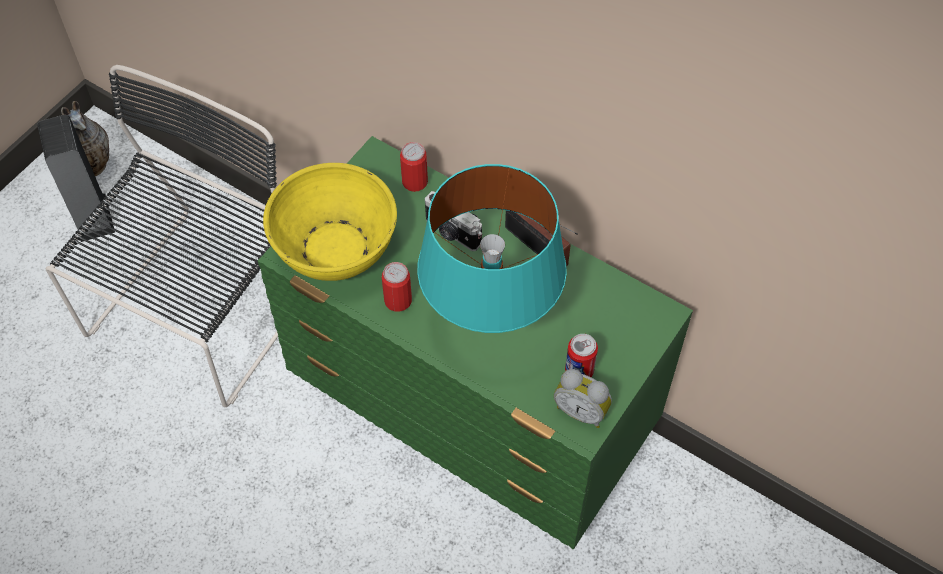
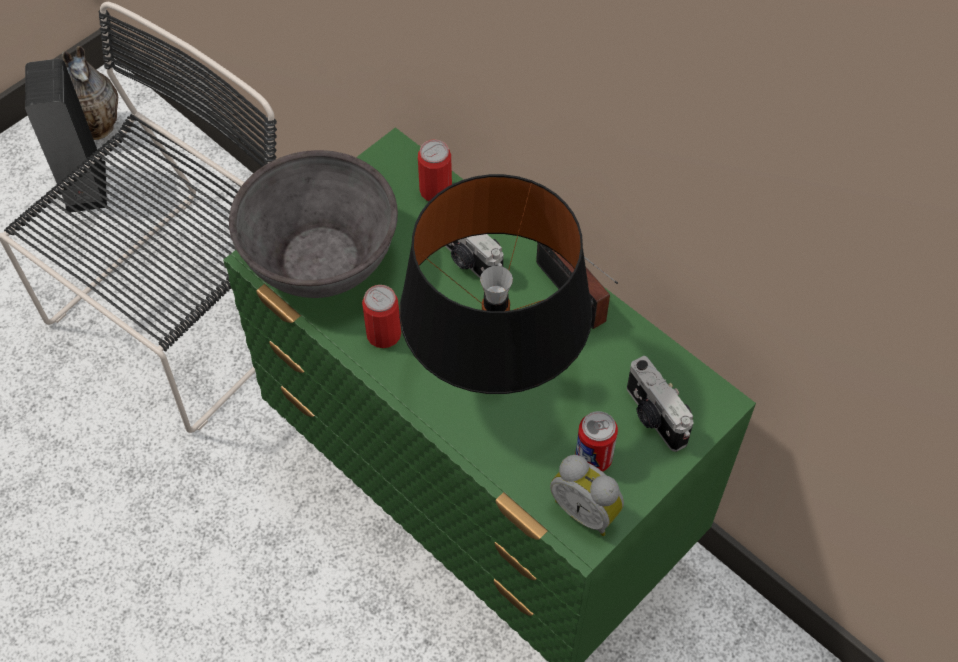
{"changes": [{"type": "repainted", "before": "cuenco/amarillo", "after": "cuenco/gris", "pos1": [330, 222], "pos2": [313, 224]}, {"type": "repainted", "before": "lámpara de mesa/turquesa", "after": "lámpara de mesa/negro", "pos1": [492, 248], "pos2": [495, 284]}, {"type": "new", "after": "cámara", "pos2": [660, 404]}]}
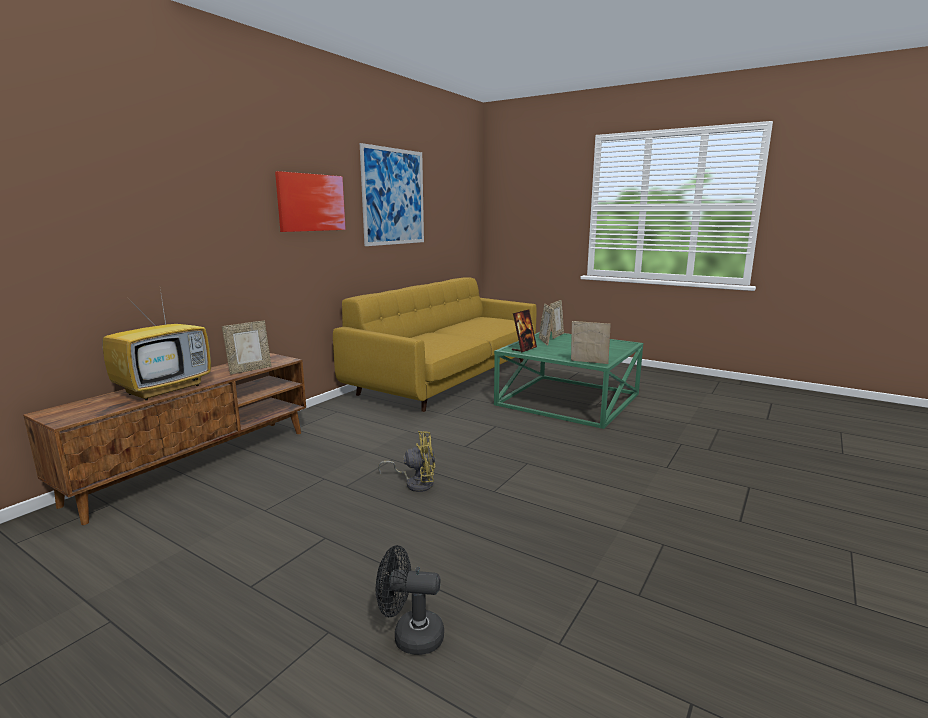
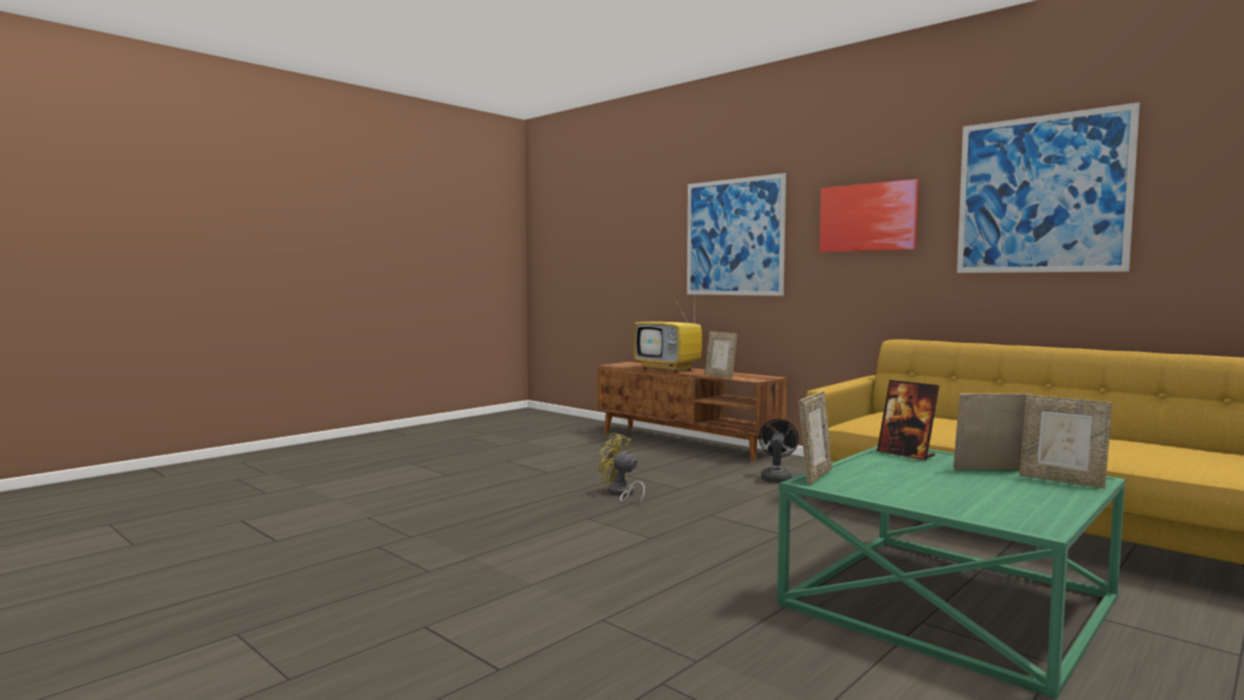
{"changes": [{"type": "shifted", "before": "ventilador/negro", "pos1": [410, 600], "pos2": [779, 451]}, {"type": "rotated", "before": "ventilador/amarillo", "pos1": [406, 461], "pos2": [622, 469], "turn": 120}, {"type": "new", "after": "cuadro", "pos2": [736, 234]}]}
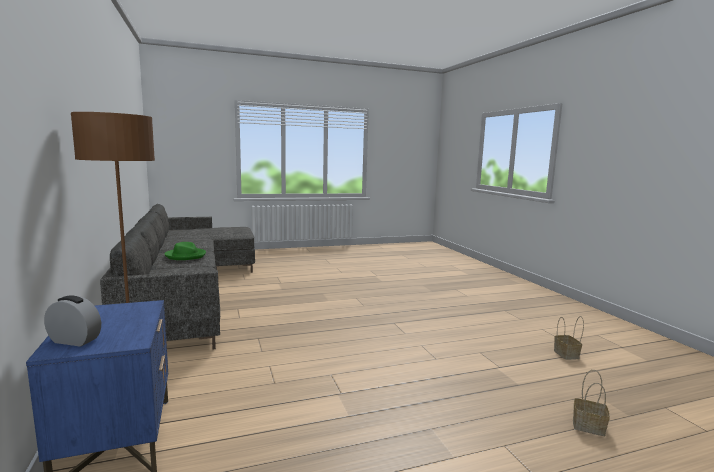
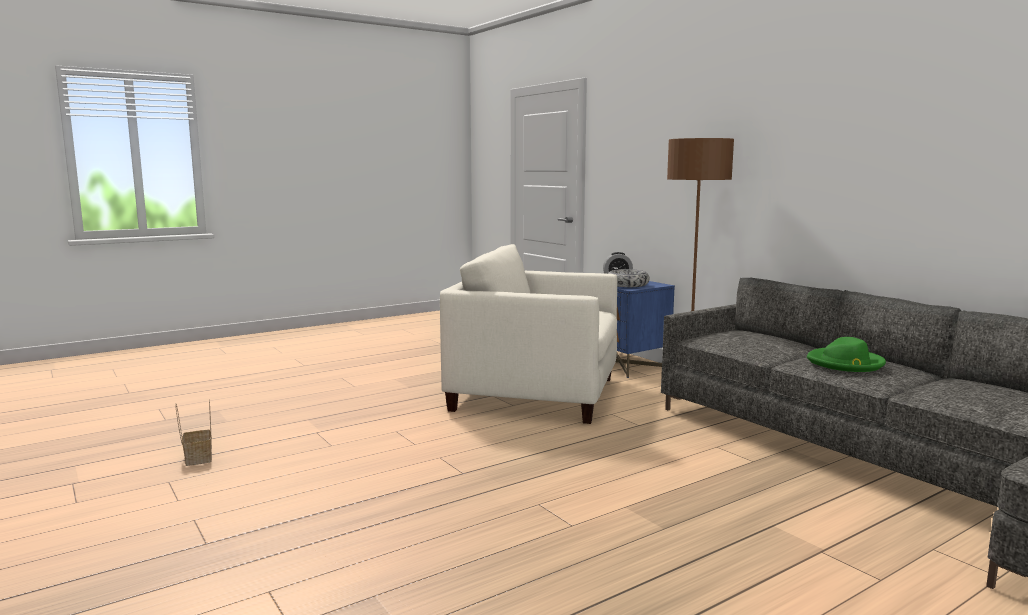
{"changes": [{"type": "gone", "before": "cesta", "pos1": [591, 403]}, {"type": "new", "after": "sillón/beis", "pos2": [528, 334]}, {"type": "new", "after": "cuenco", "pos2": [629, 278]}]}
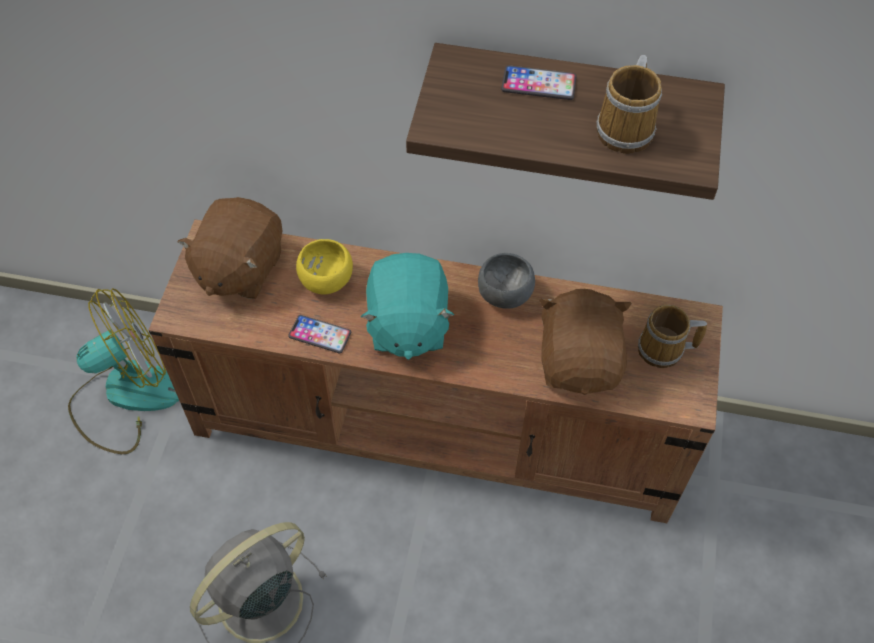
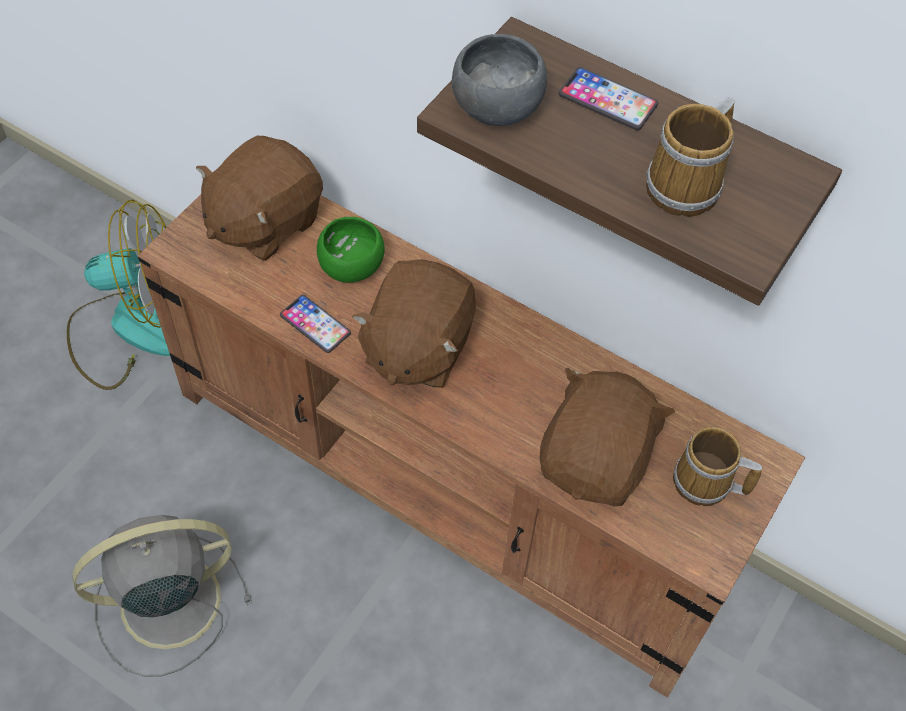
{"changes": [{"type": "repainted", "before": "cuenco/amarillo", "after": "cuenco/verde", "pos1": [324, 266], "pos2": [351, 250]}, {"type": "repainted", "before": "peluche/turquesa", "after": "peluche/marrón", "pos1": [407, 306], "pos2": [414, 323]}, {"type": "shifted", "before": "cuenco/gris", "pos1": [506, 281], "pos2": [499, 80]}]}
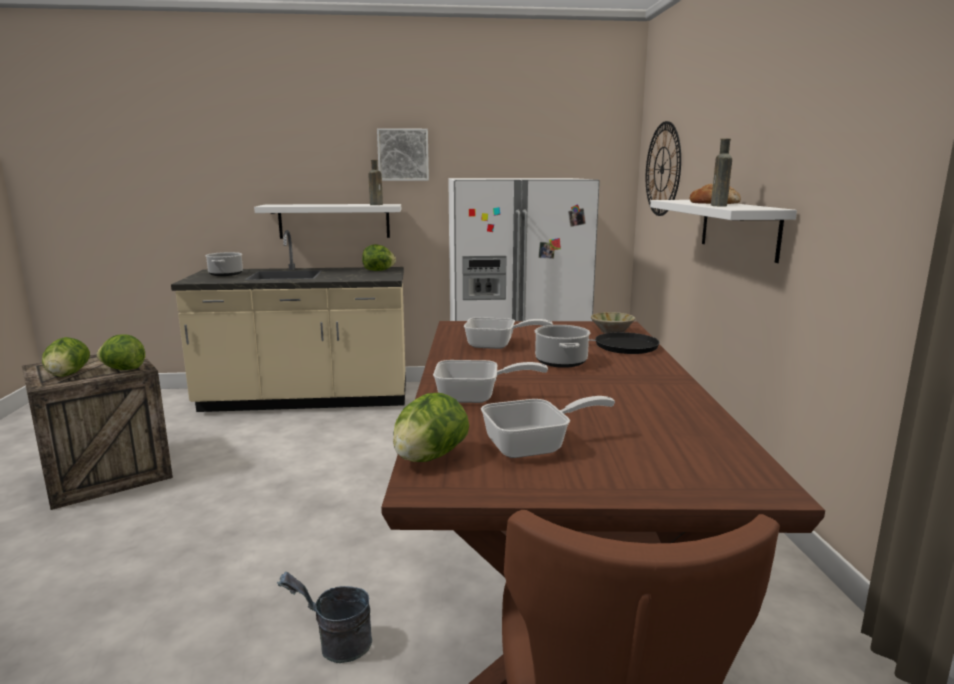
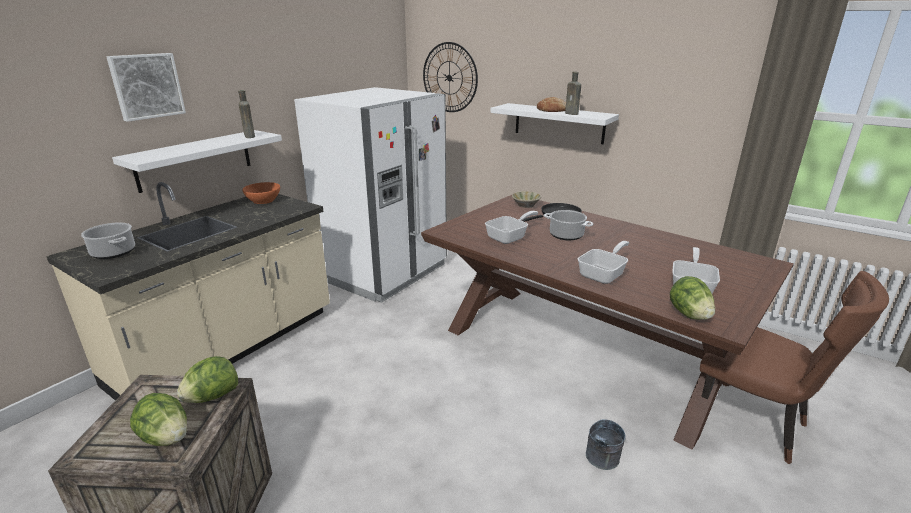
{"changes": [{"type": "swapped", "before": "lechuga", "after": "cuenco/naranja", "pos1": [379, 257], "pos2": [261, 193]}, {"type": "shifted", "before": "cuadro", "pos1": [403, 154], "pos2": [146, 87]}]}
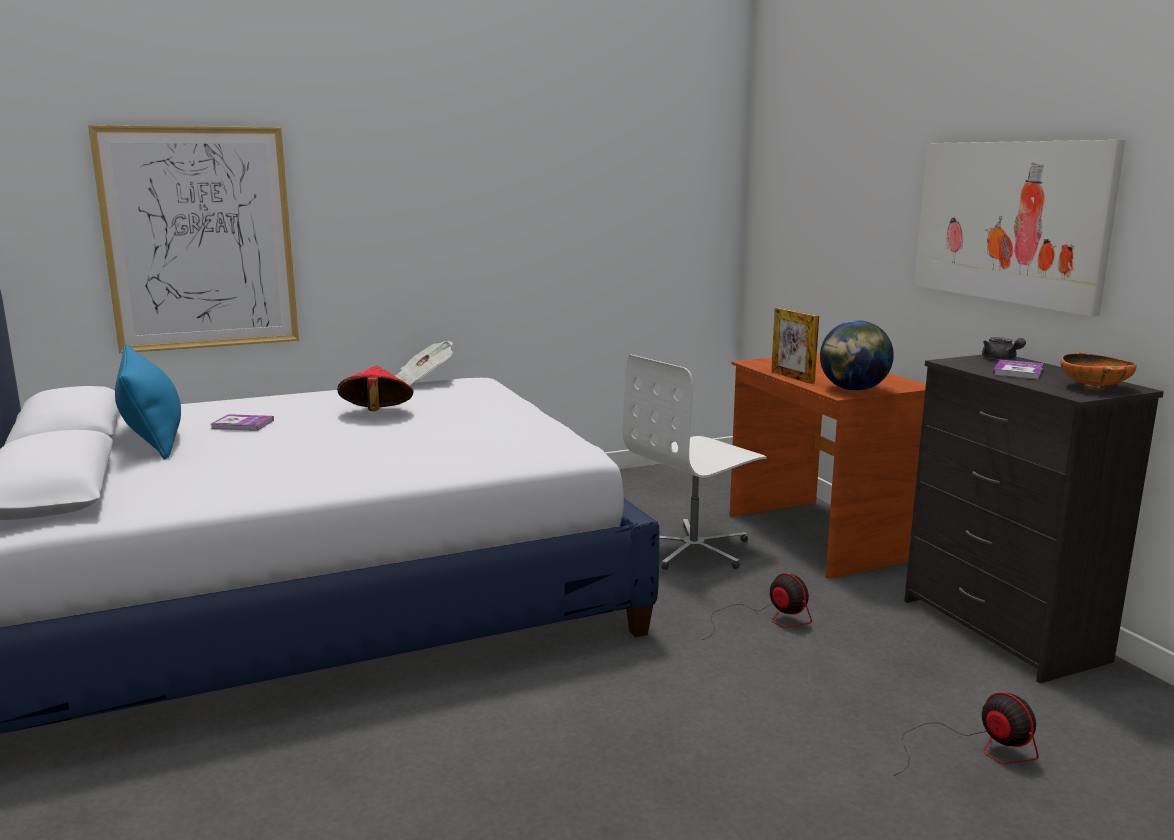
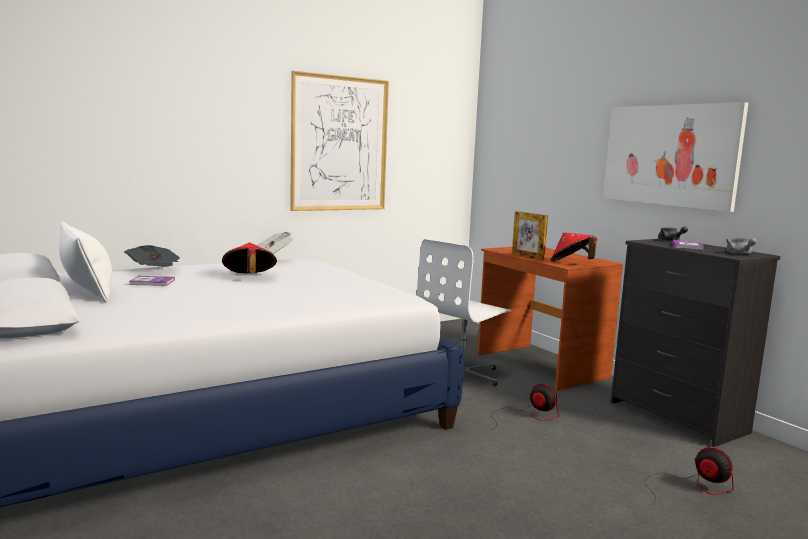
{"changes": [{"type": "shifted", "before": "cuadro", "pos1": [193, 239], "pos2": [339, 141]}, {"type": "repainted", "before": "cojín/azul", "after": "cojín/blanco", "pos1": [148, 402], "pos2": [85, 262]}, {"type": "swapped", "before": "globo terráqueo", "after": "sombrero/rojo", "pos1": [857, 355], "pos2": [574, 247]}, {"type": "swapped", "before": "cuenco/naranja", "after": "tetera/gris", "pos1": [1098, 371], "pos2": [741, 246]}, {"type": "new", "after": "periódico", "pos2": [152, 256]}]}
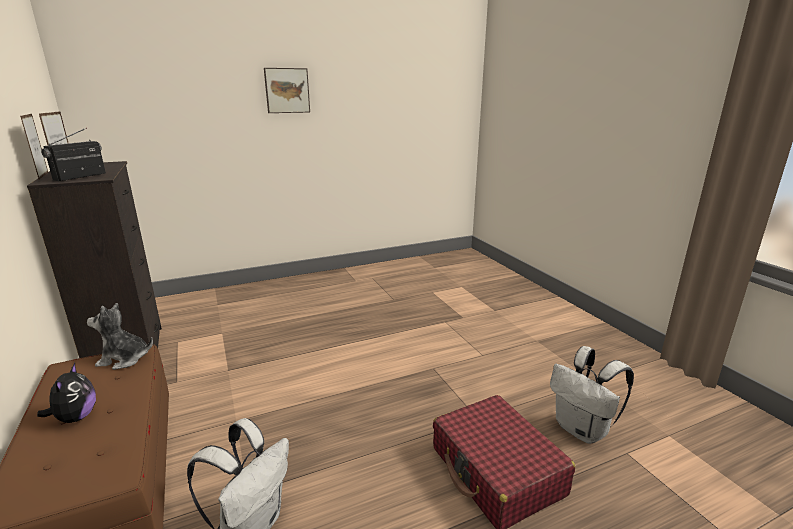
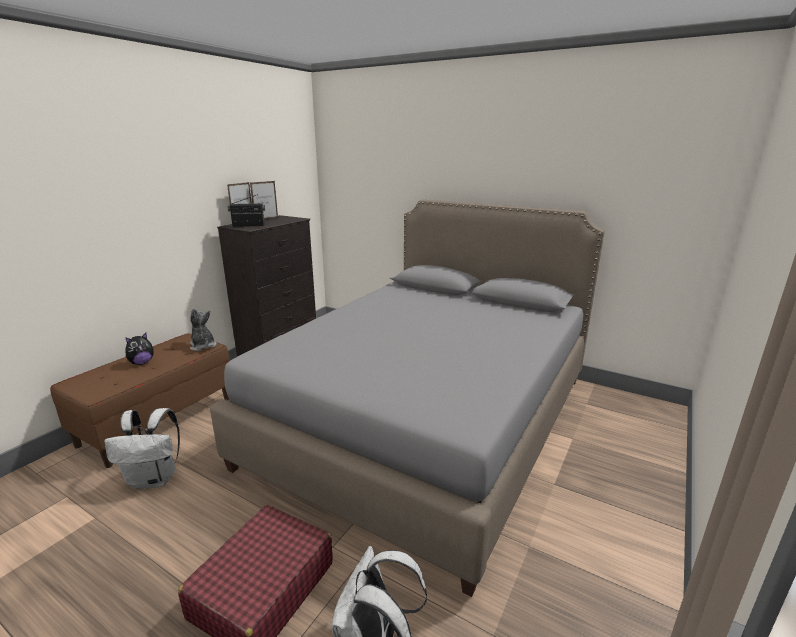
{"changes": [{"type": "gone", "before": "cuadro", "pos1": [287, 90]}, {"type": "new", "after": "cama/gris", "pos2": [407, 398]}]}
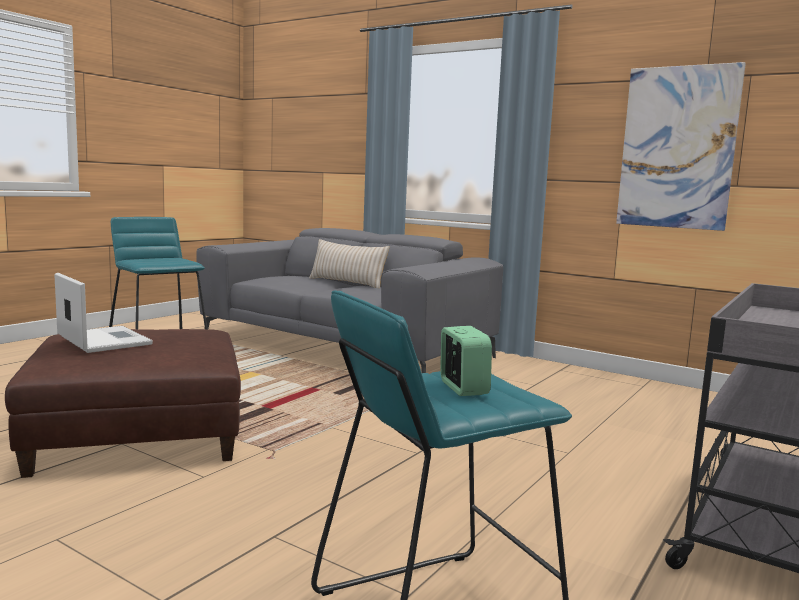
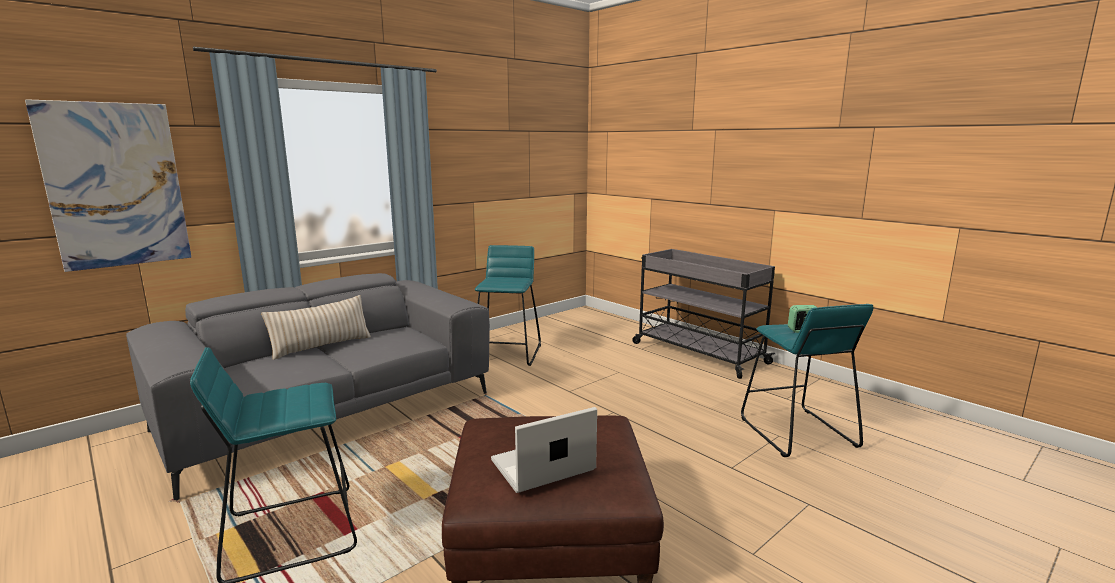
{"changes": [{"type": "shifted", "before": "cuadro", "pos1": [681, 146], "pos2": [108, 185]}, {"type": "new", "after": "taburete/turquesa", "pos2": [508, 305]}]}
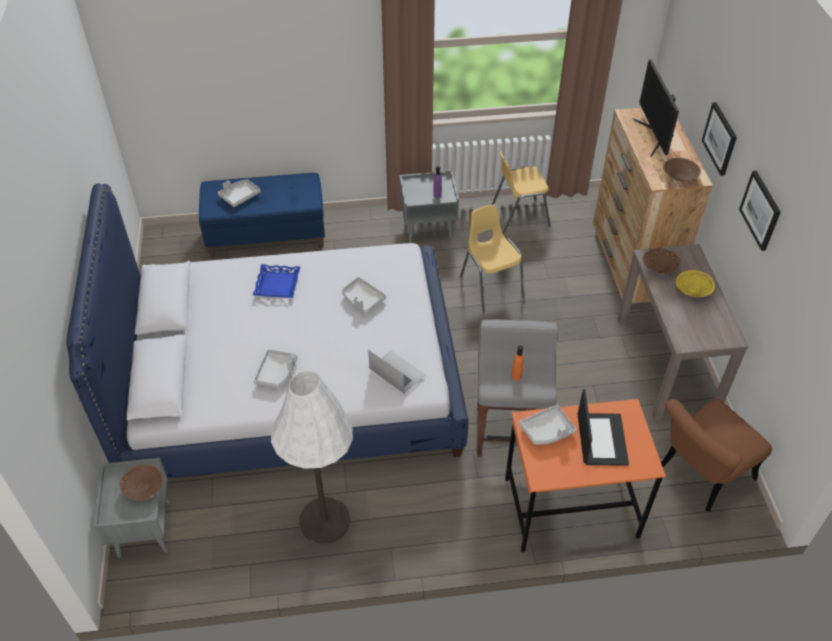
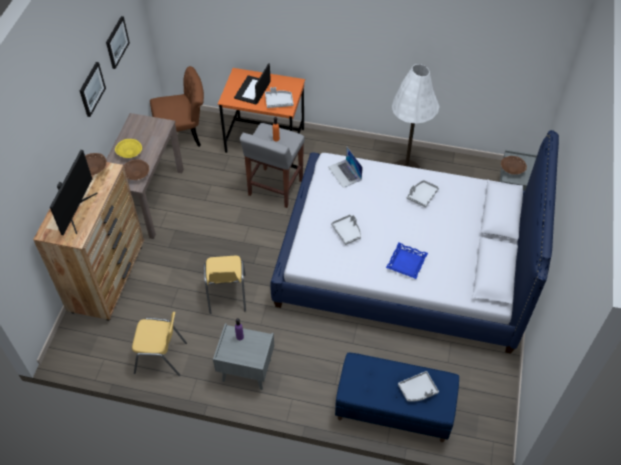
{"changes": [{"type": "shifted", "before": "cuadro", "pos1": [719, 139], "pos2": [118, 42]}]}
